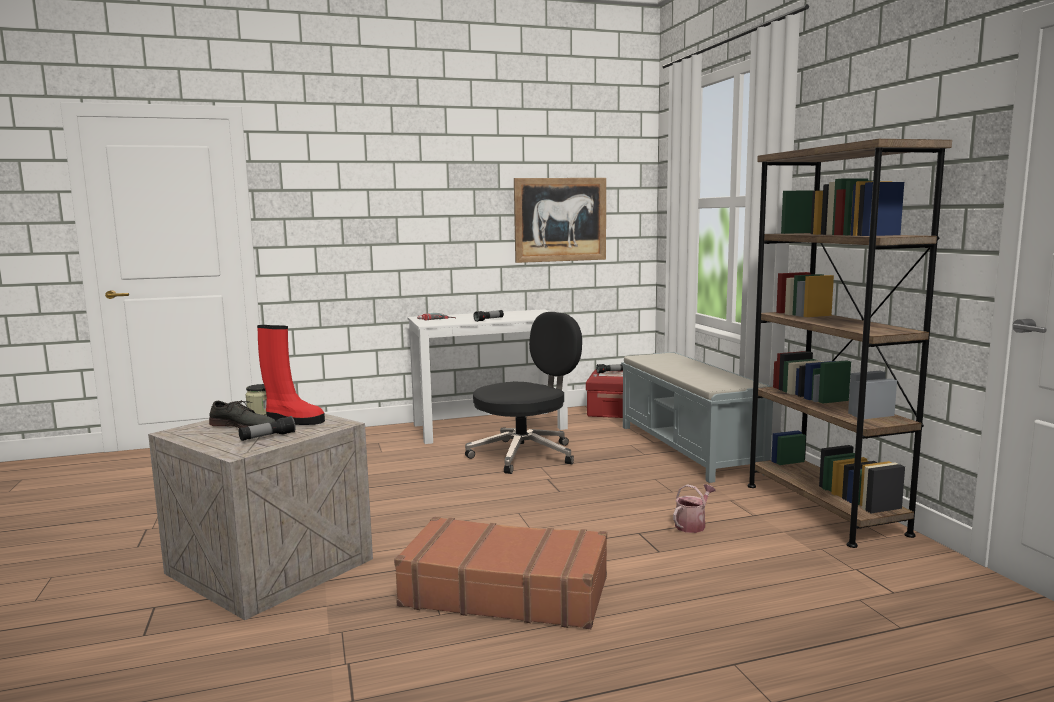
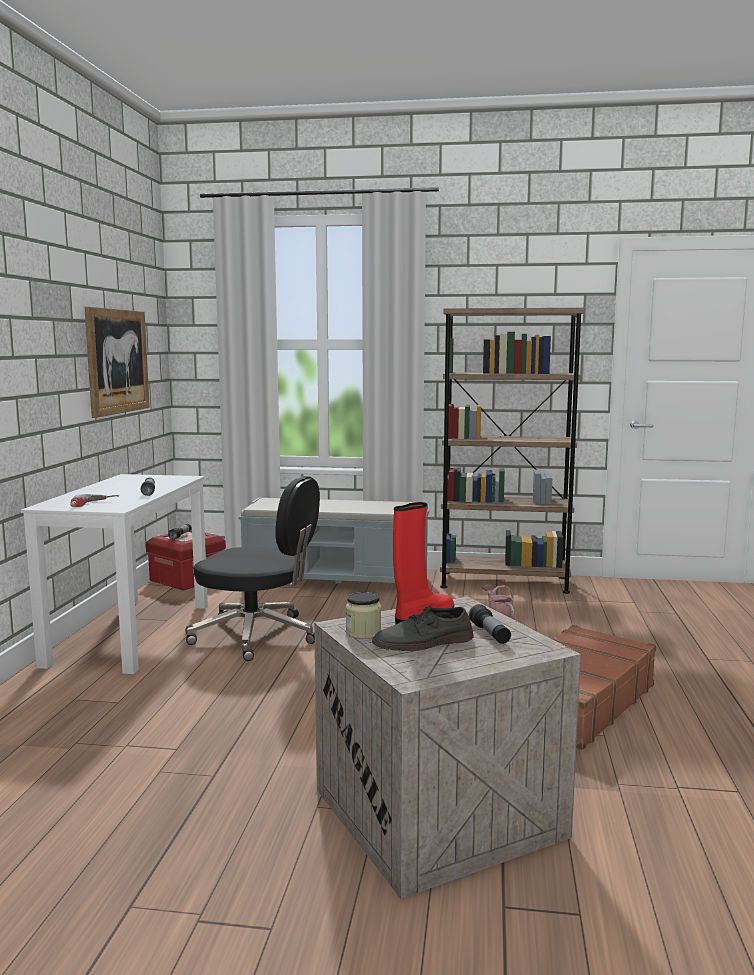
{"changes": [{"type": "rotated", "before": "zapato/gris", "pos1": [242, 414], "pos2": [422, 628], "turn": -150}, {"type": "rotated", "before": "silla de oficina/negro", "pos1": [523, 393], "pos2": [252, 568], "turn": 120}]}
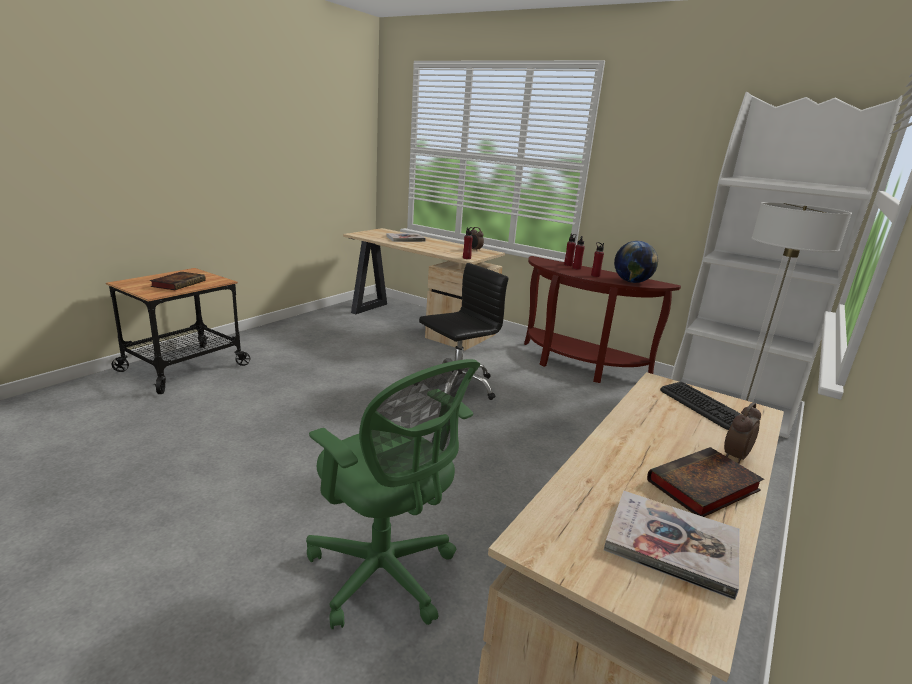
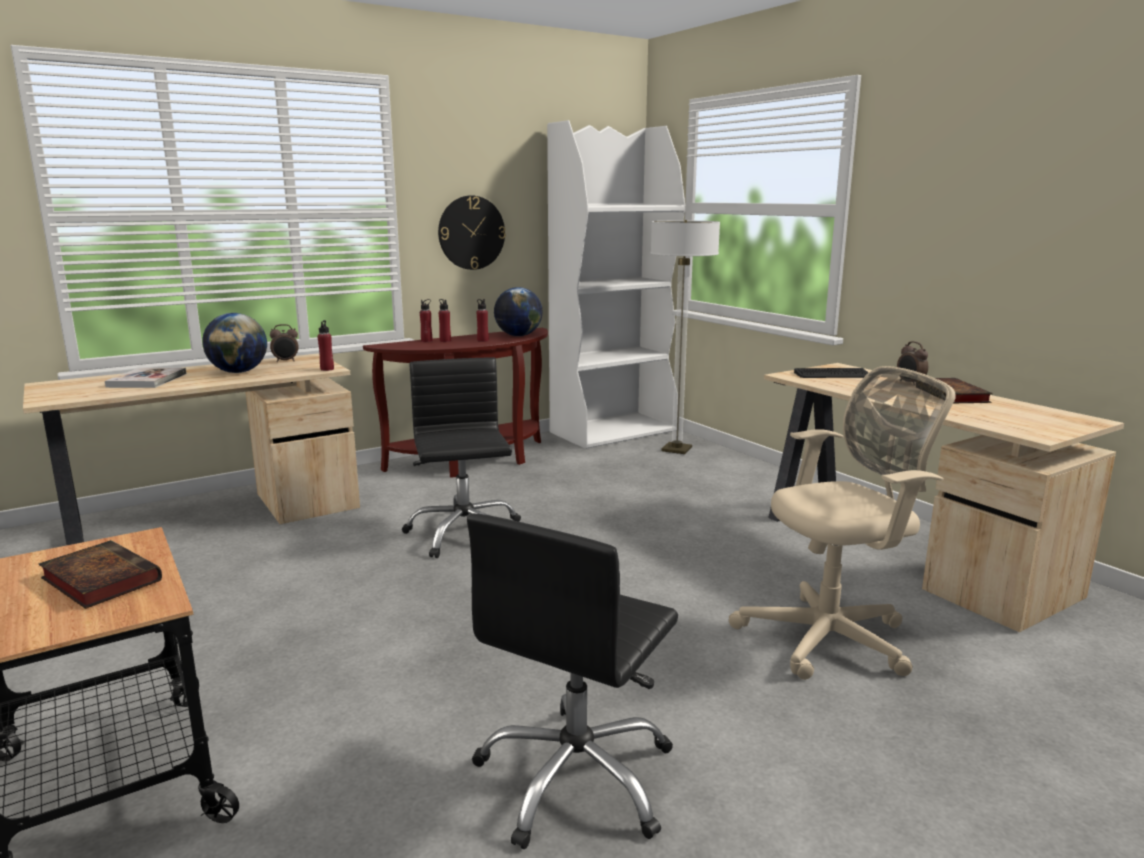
{"changes": [{"type": "repainted", "before": "silla de oficina/verde", "after": "silla de oficina/beis", "pos1": [393, 494], "pos2": [842, 523]}, {"type": "gone", "before": "libro", "pos1": [672, 545]}, {"type": "new", "after": "globo terráqueo", "pos2": [234, 343]}, {"type": "new", "after": "reloj de pared", "pos2": [472, 232]}, {"type": "new", "after": "silla de oficina/negro", "pos2": [572, 681]}]}
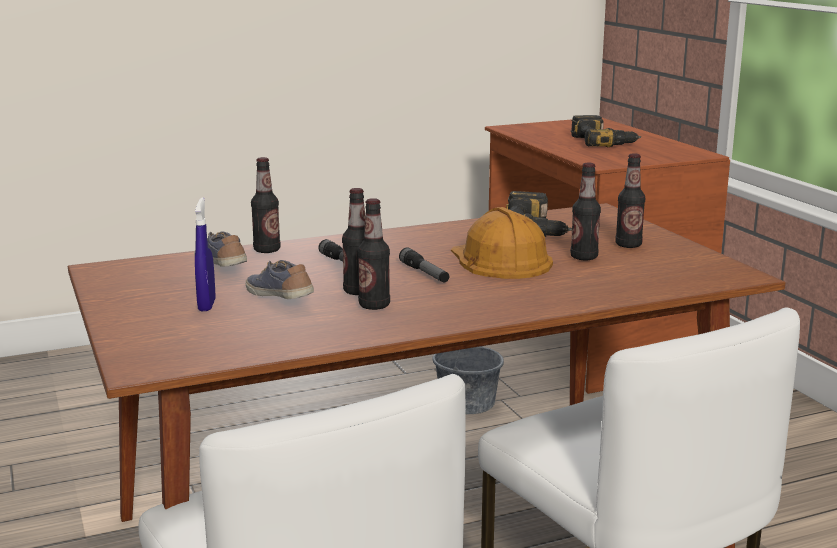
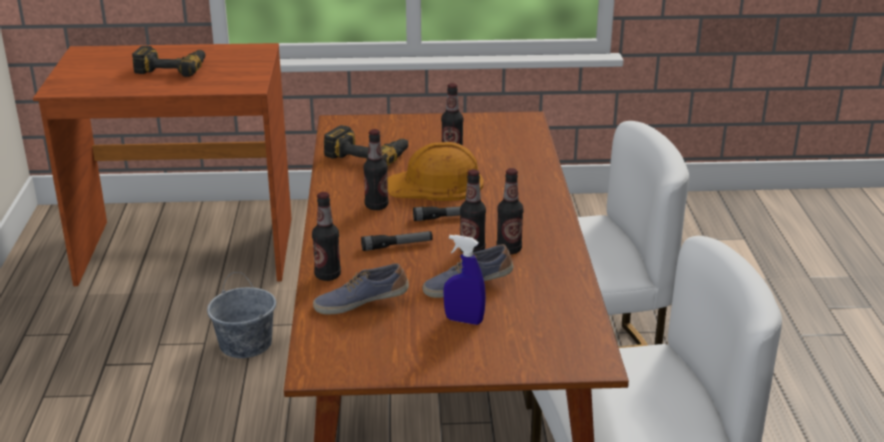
{"changes": [{"type": "shifted", "before": "botella", "pos1": [630, 200], "pos2": [376, 169]}]}
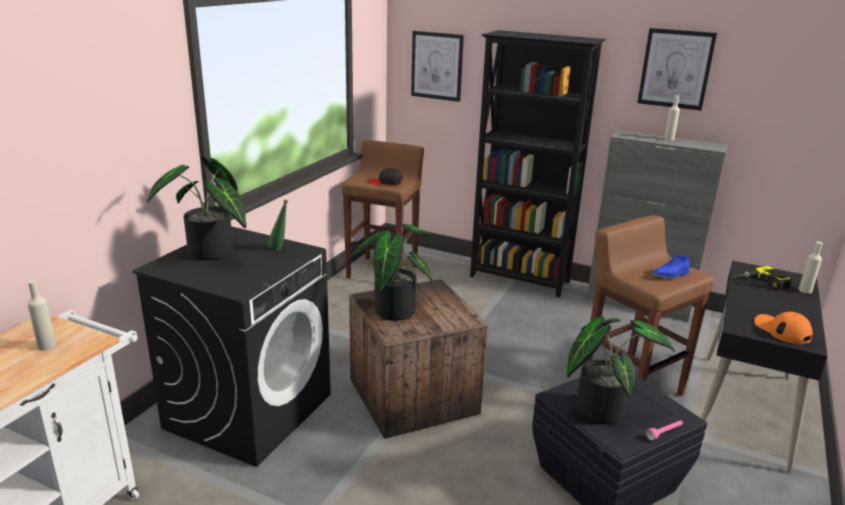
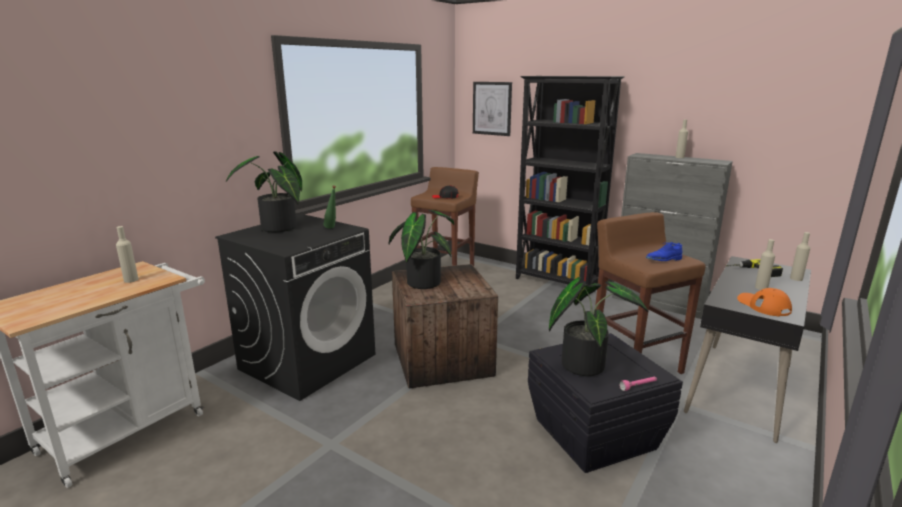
{"changes": [{"type": "gone", "before": "cuadro", "pos1": [677, 69]}, {"type": "new", "after": "botella/beis", "pos2": [765, 264]}]}
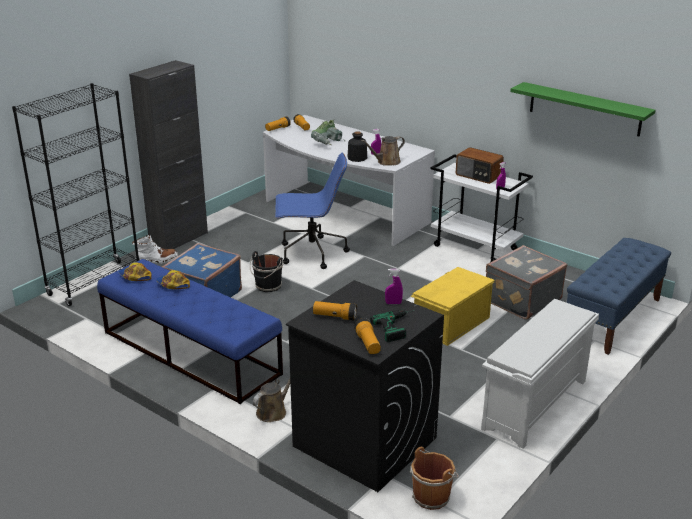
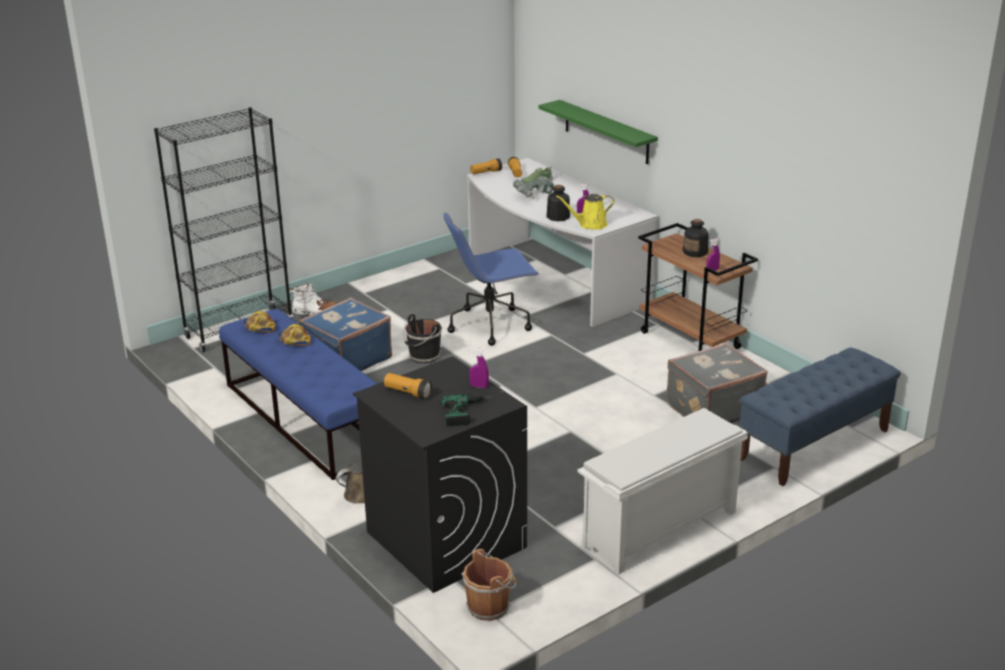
{"changes": [{"type": "gone", "before": "armario/negro", "pos1": [168, 154]}, {"type": "rotated", "before": "silla de oficina/azul", "pos1": [312, 211], "pos2": [491, 279], "turn": 150}, {"type": "gone", "before": "linterna", "pos1": [367, 336]}, {"type": "repainted", "before": "regadera/marrón", "after": "regadera/amarillo", "pos1": [383, 151], "pos2": [585, 212]}, {"type": "gone", "before": "caja de almacenaje/amarillo", "pos1": [452, 306]}, {"type": "repainted", "before": "carrito/blanco", "after": "carrito/marrón", "pos1": [482, 208], "pos2": [698, 287]}, {"type": "swapped", "before": "radio", "after": "botella", "pos1": [480, 165], "pos2": [695, 238]}, {"type": "shifted", "before": "estante/verde", "pos1": [583, 109], "pos2": [598, 132]}]}
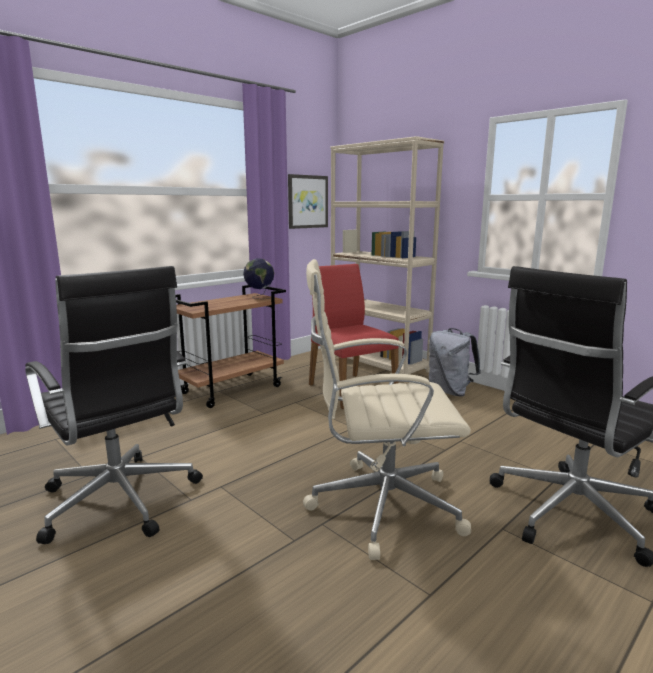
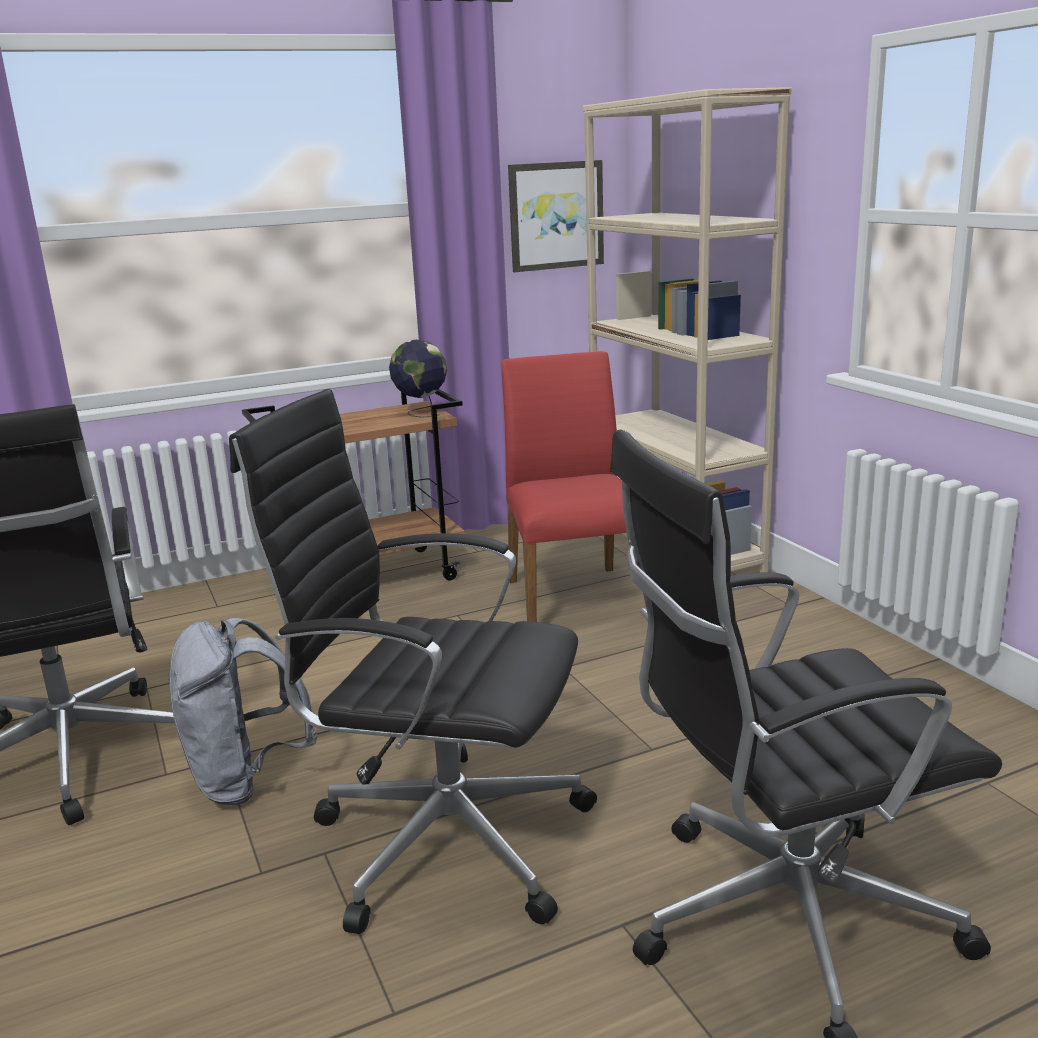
{"changes": [{"type": "repainted", "before": "silla de oficina/beis", "after": "silla de oficina/negro", "pos1": [387, 409], "pos2": [413, 661]}, {"type": "shifted", "before": "mochila/gris", "pos1": [455, 362], "pos2": [242, 711]}]}
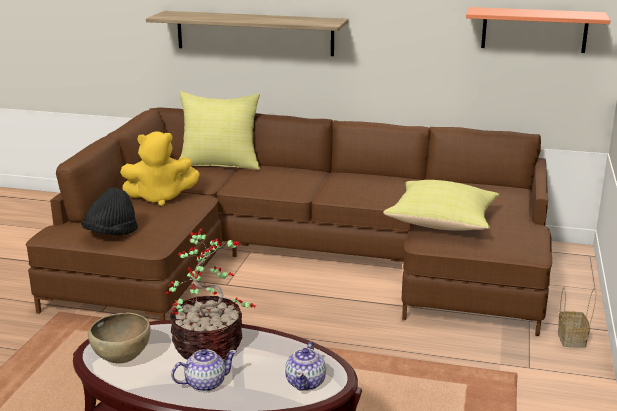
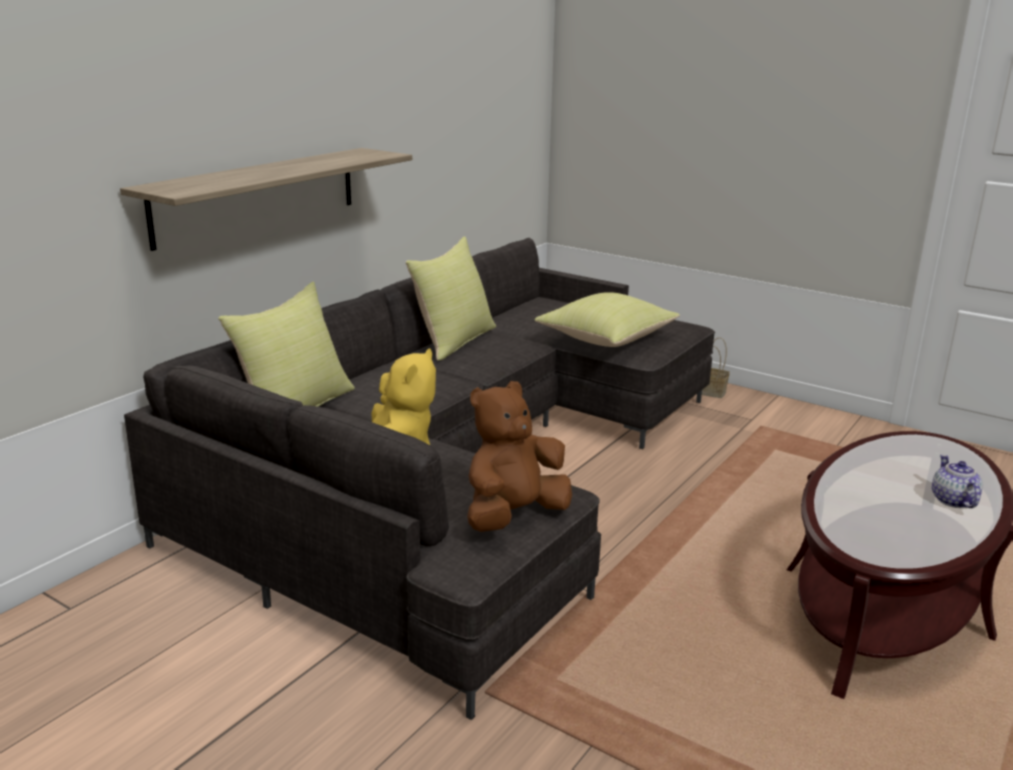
{"changes": [{"type": "repainted", "before": "sofá/marrón", "after": "sofá/gris", "pos1": [289, 221], "pos2": [419, 479]}, {"type": "swapped", "before": "sombrero/negro", "after": "peluche/marrón", "pos1": [109, 211], "pos2": [519, 456]}, {"type": "gone", "before": "cuenco/marrón", "pos1": [119, 338]}, {"type": "gone", "before": "planta en maceta", "pos1": [210, 293]}, {"type": "gone", "before": "tetera", "pos1": [305, 366]}, {"type": "gone", "before": "estante", "pos1": [538, 30]}, {"type": "new", "after": "cojín/amarillo", "pos2": [451, 298]}]}
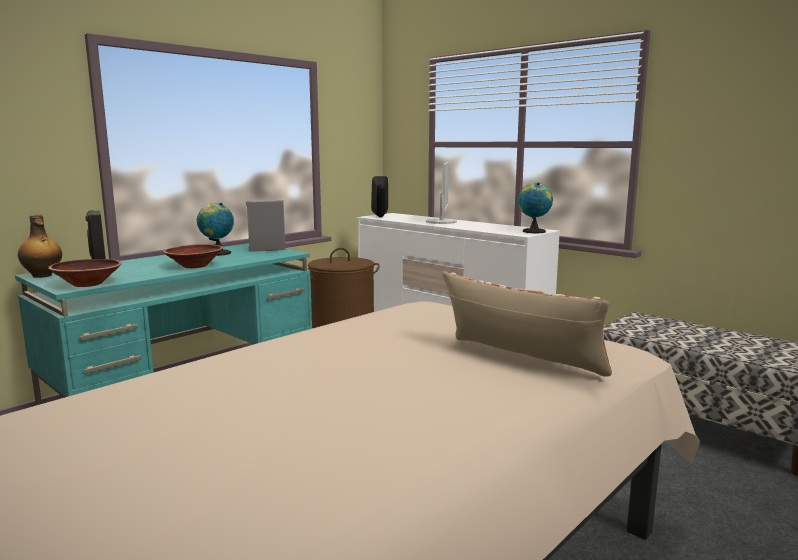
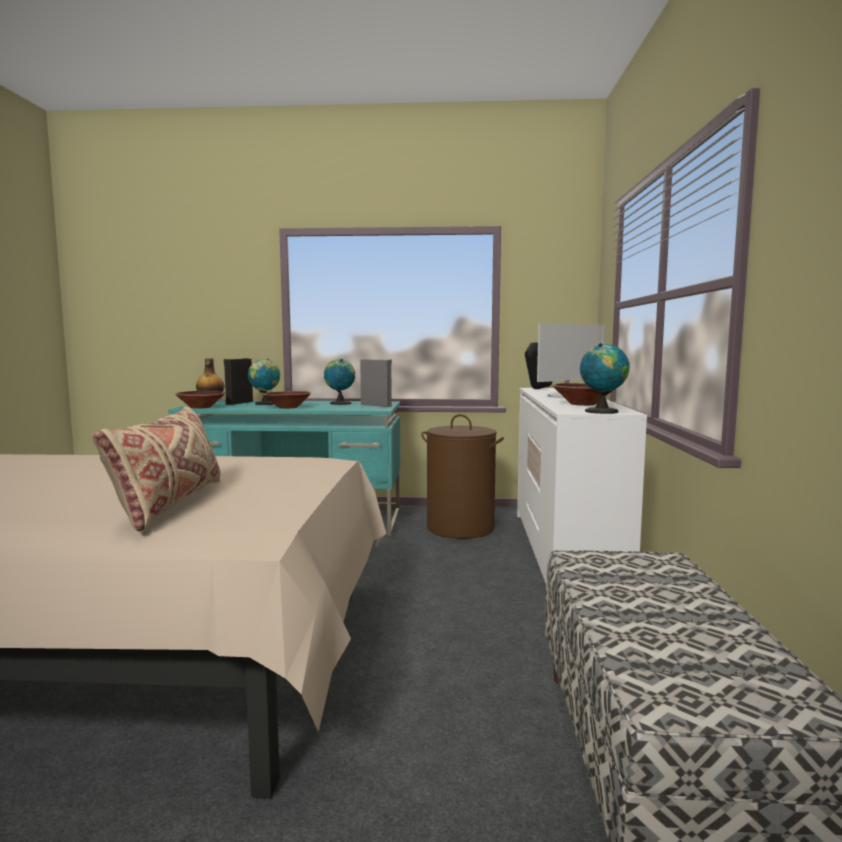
{"changes": [{"type": "new", "after": "globo terráqueo", "pos2": [264, 382]}, {"type": "new", "after": "cuenco/marrón", "pos2": [583, 394]}]}
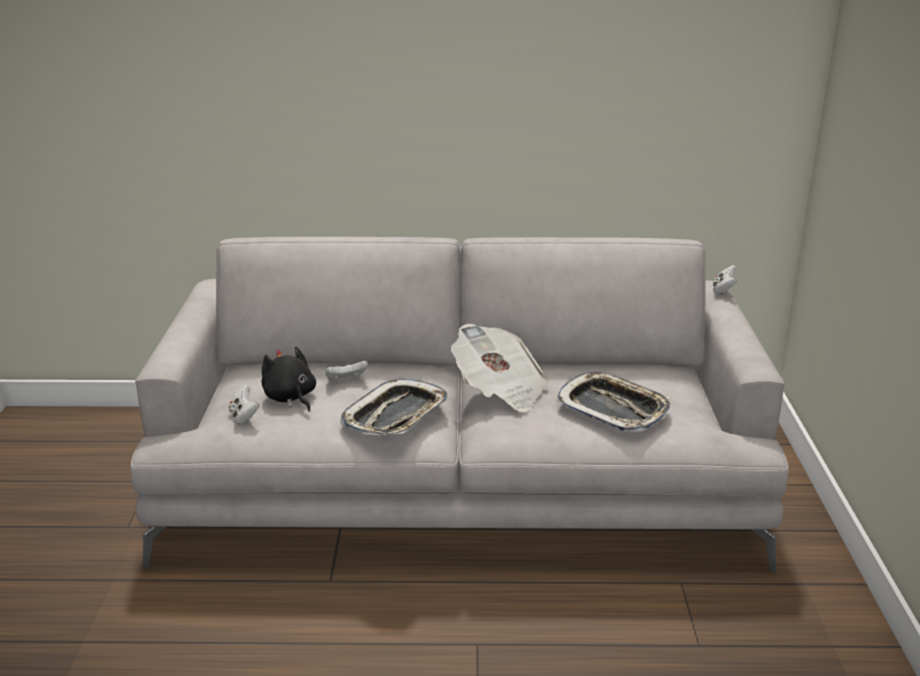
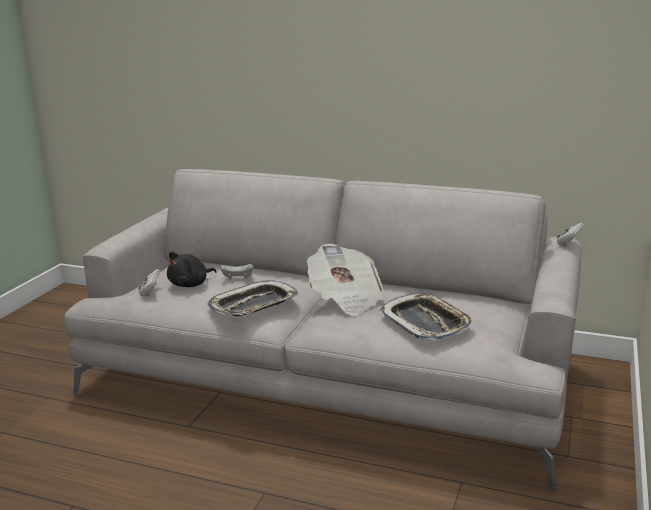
{"changes": [{"type": "rotated", "before": "peluche/negro", "pos1": [289, 379], "pos2": [192, 269], "turn": -120}]}
